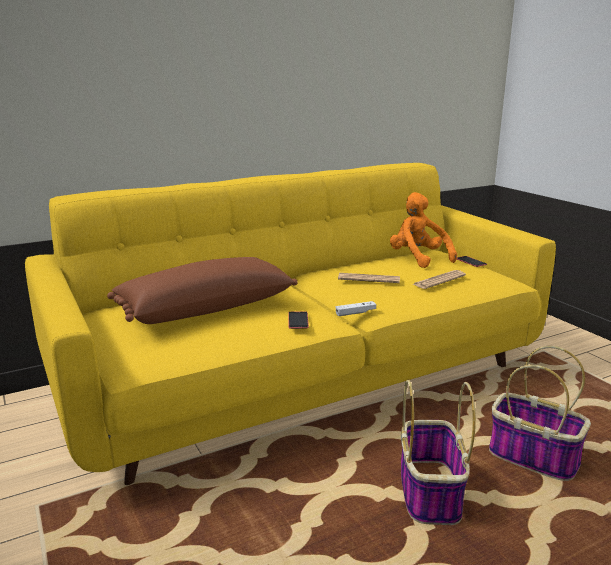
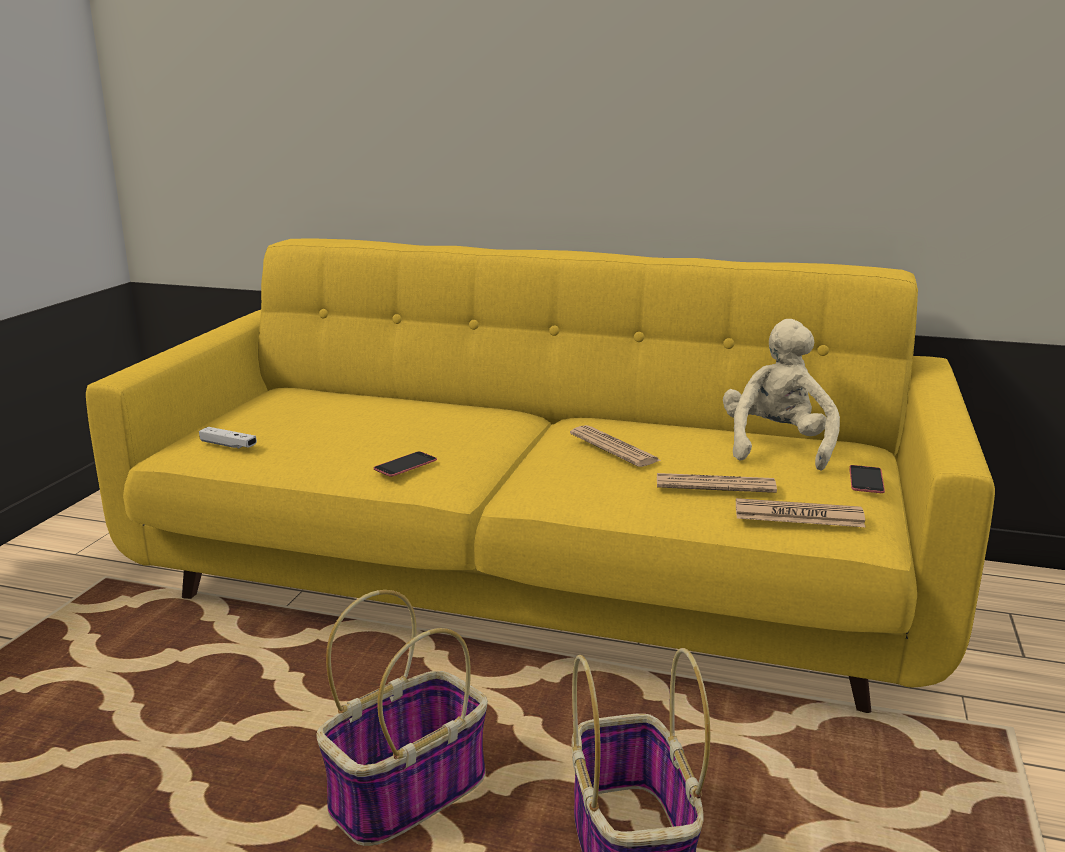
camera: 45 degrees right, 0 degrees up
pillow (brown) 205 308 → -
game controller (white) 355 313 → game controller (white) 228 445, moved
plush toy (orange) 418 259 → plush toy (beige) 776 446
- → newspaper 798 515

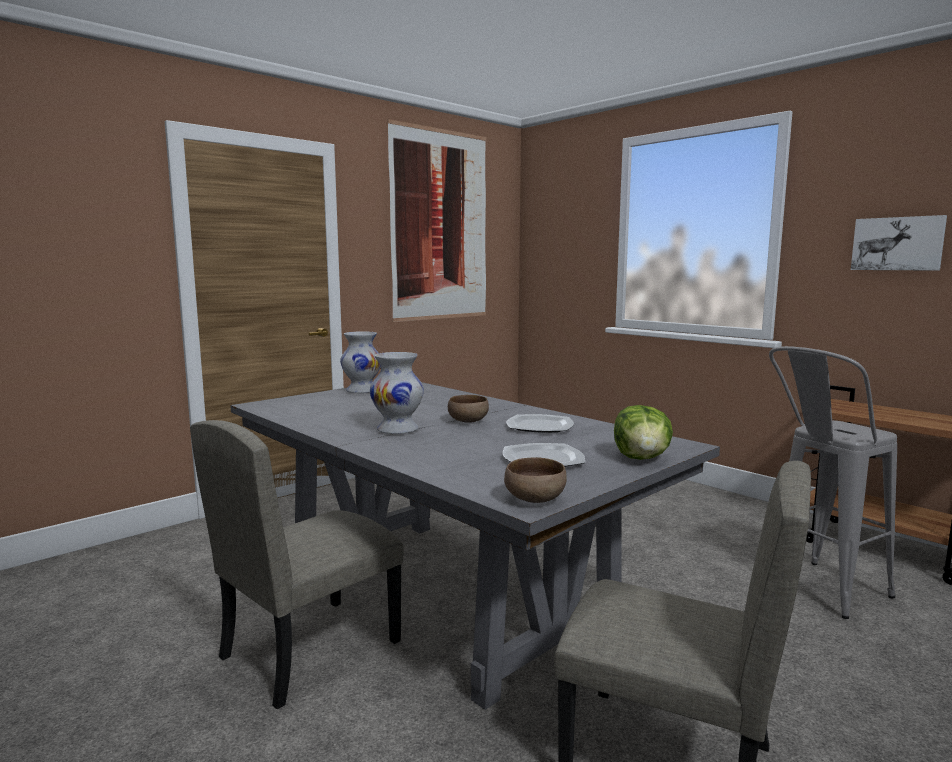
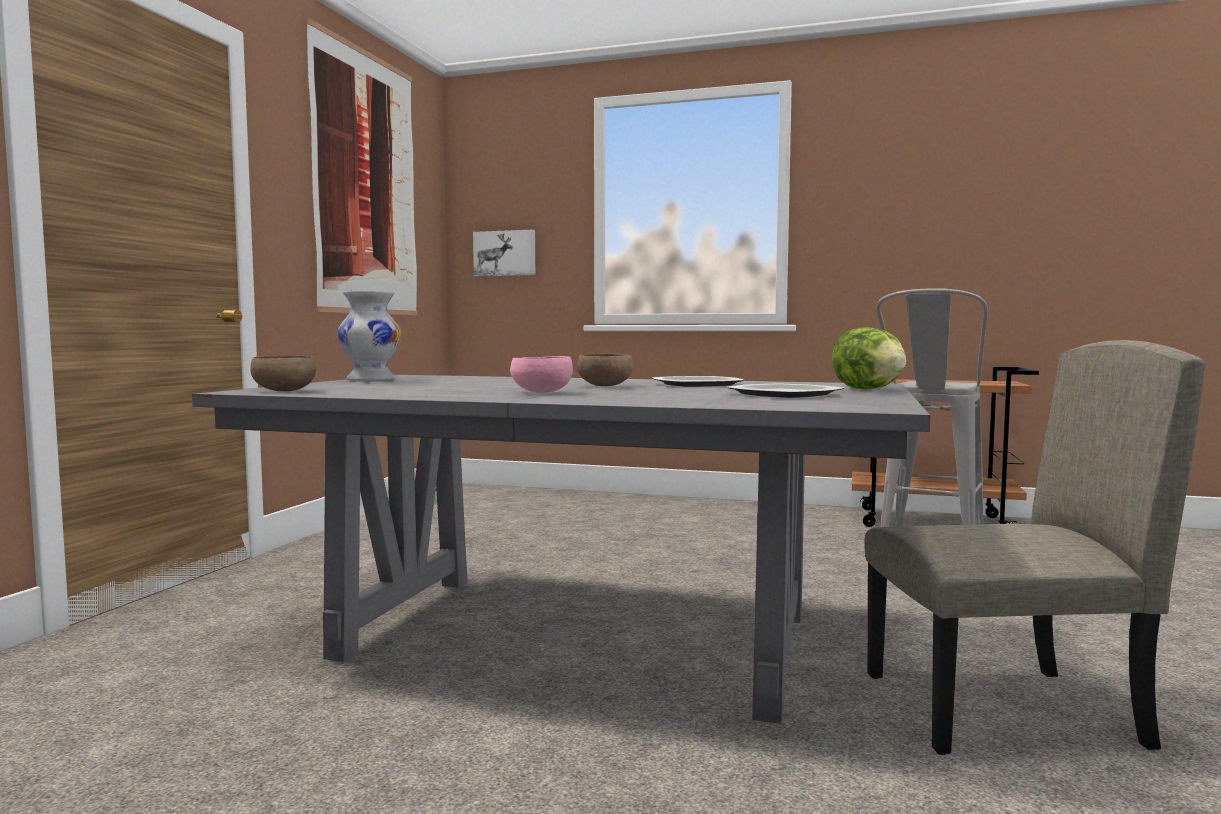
camera: 30 degrees left, 5 degrees down
chair (beige) 310 648 → -
vase (white) 396 430 → bowl (pink) 540 392
bowl (brown) 535 500 → bowl (brown) 285 391, moved
picture 897 244 → picture 505 253, moved

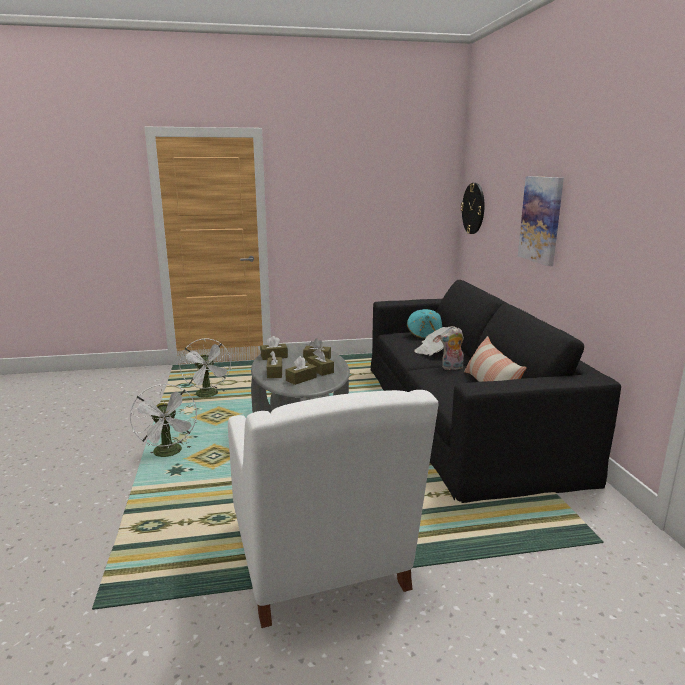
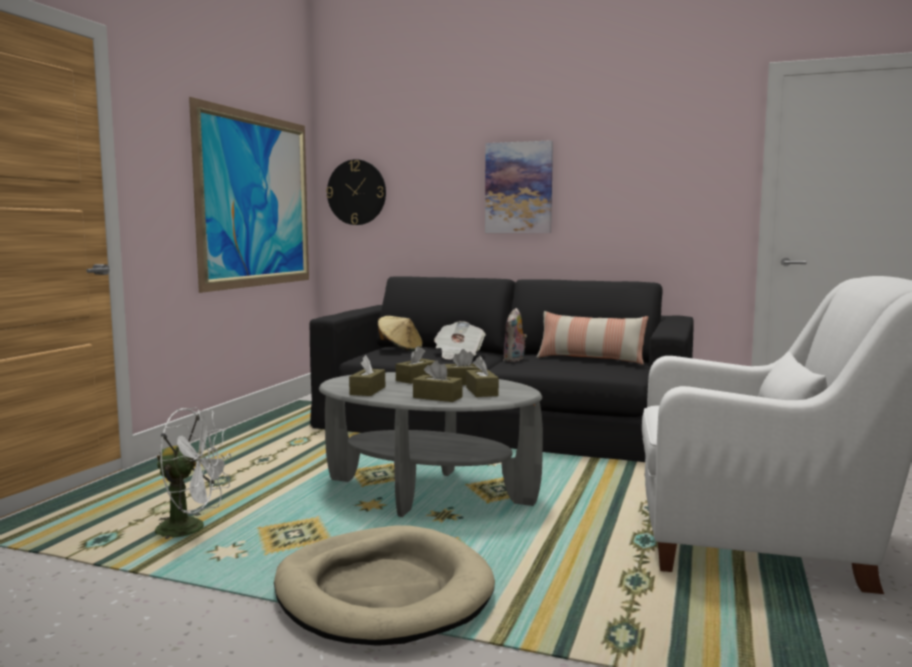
camera: 60 degrees left, 10 degrees down
fan (white) 169 454 → dog bed (beige) 383 592
hat (turquoise) 425 335 → hat (beige) 400 349
- → picture 256 200

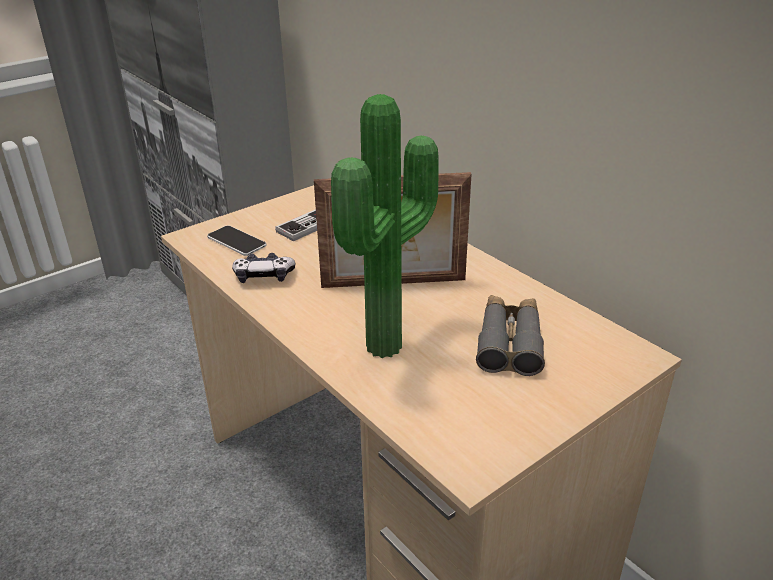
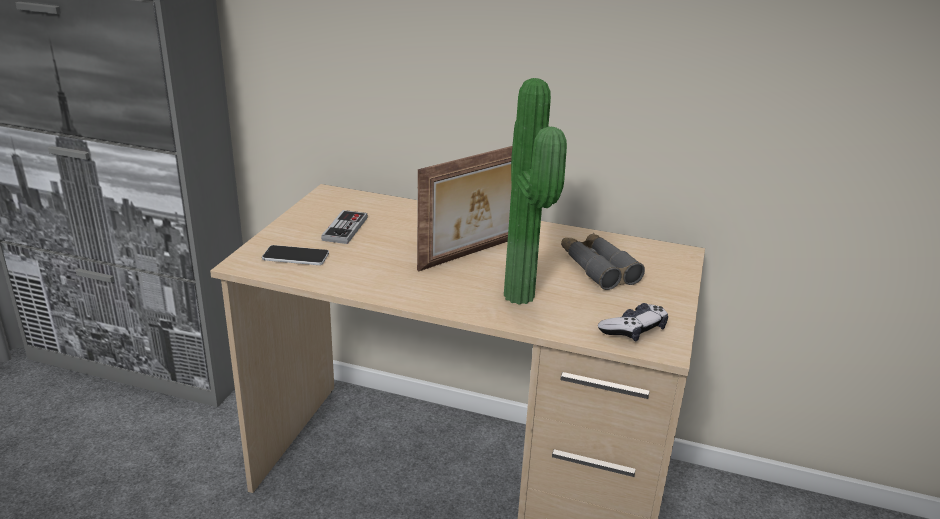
camera: 35 degrees left, 5 degrees down
game controller 264 276 → game controller 633 330, moved

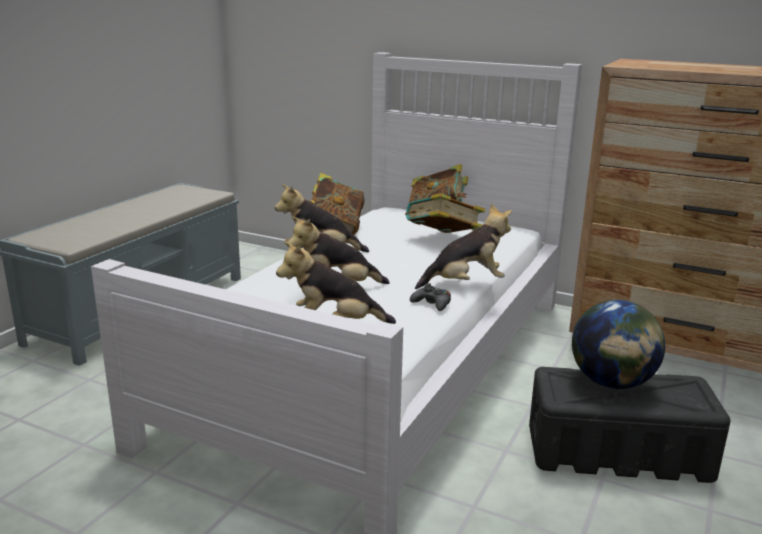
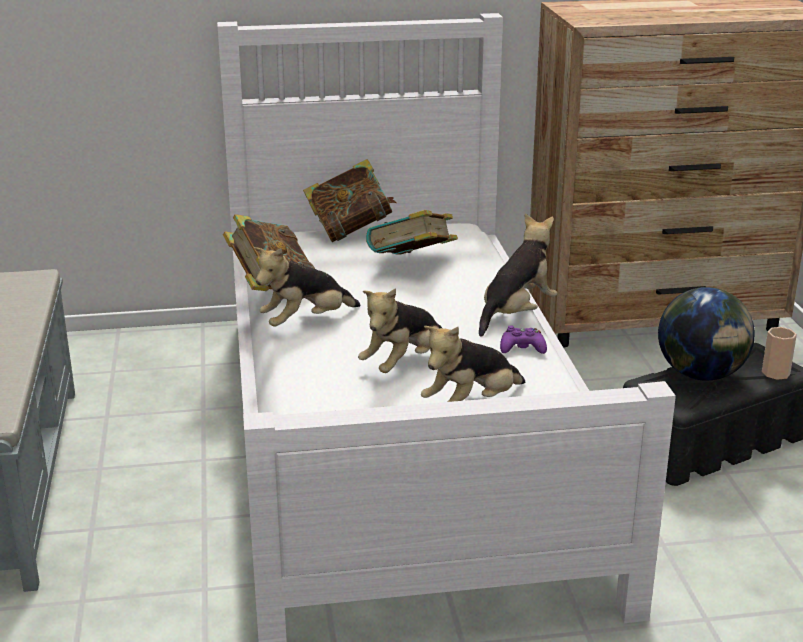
camera: 35 degrees left, 5 degrees up
game controller (black) 432 304 → game controller (purple) 522 348
- → cup 775 373

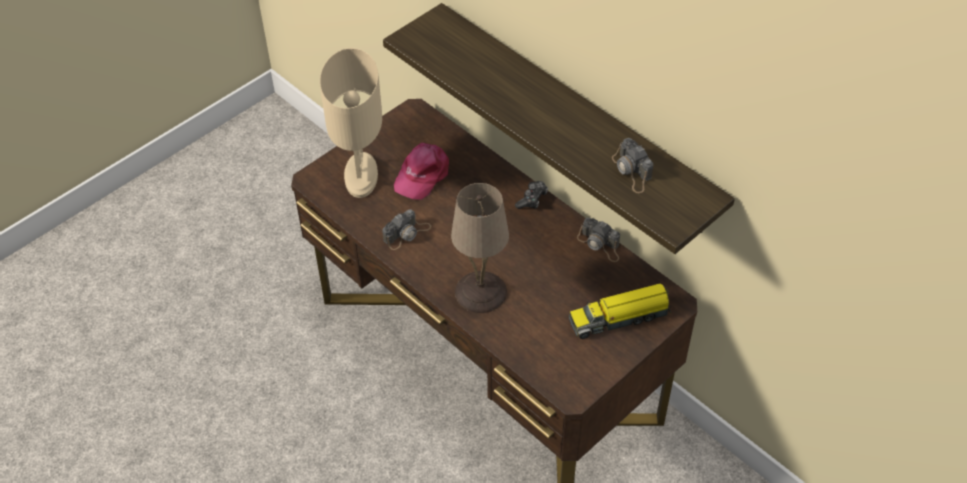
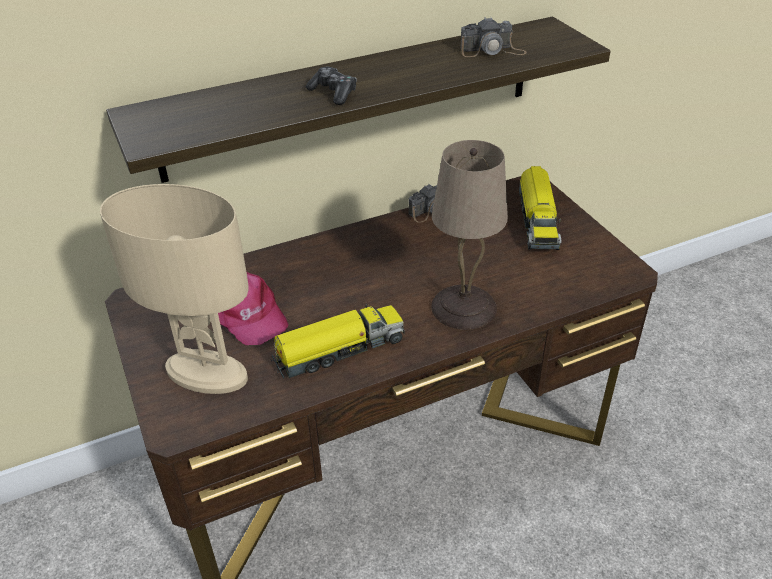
camera: 70 degrees left, 10 degrees down
photo camera 407 233 → toy truck 338 350
game controller 532 199 → game controller 333 93, moved

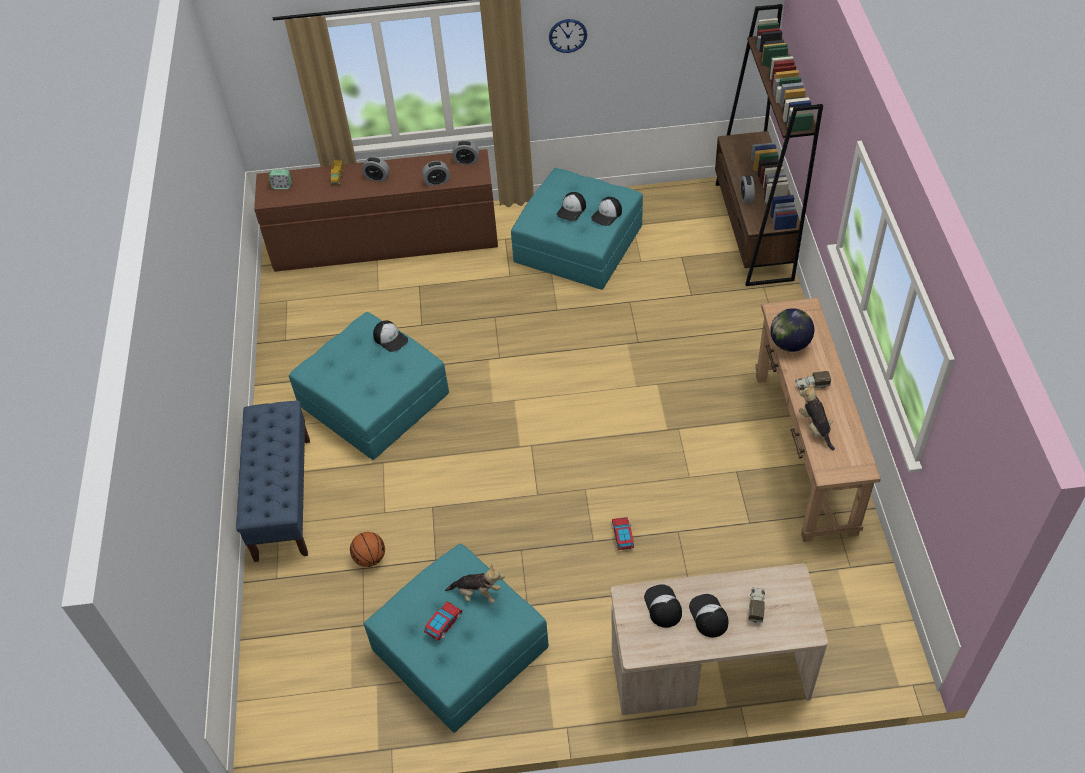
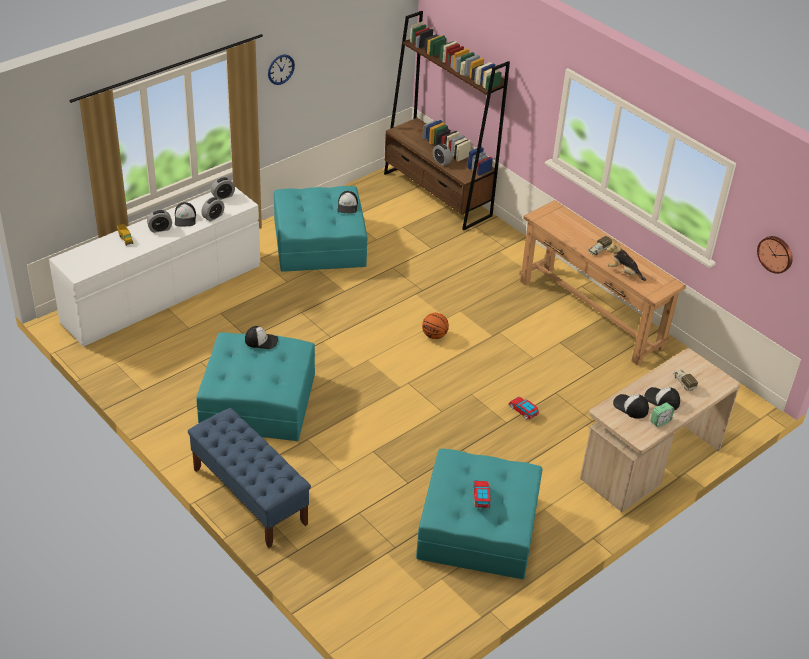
camera: 40 degrees left, 10 degrees down
dresser (brown) 385 242 → dresser (white) 163 293
alarm clock 282 186 → alarm clock 660 421, moved
basketball 370 558 → basketball 434 335, moved
plush toy 477 593 → -
cap 572 210 → cap 185 218, moved
globe 789 344 → -
- → wall clock 776 254

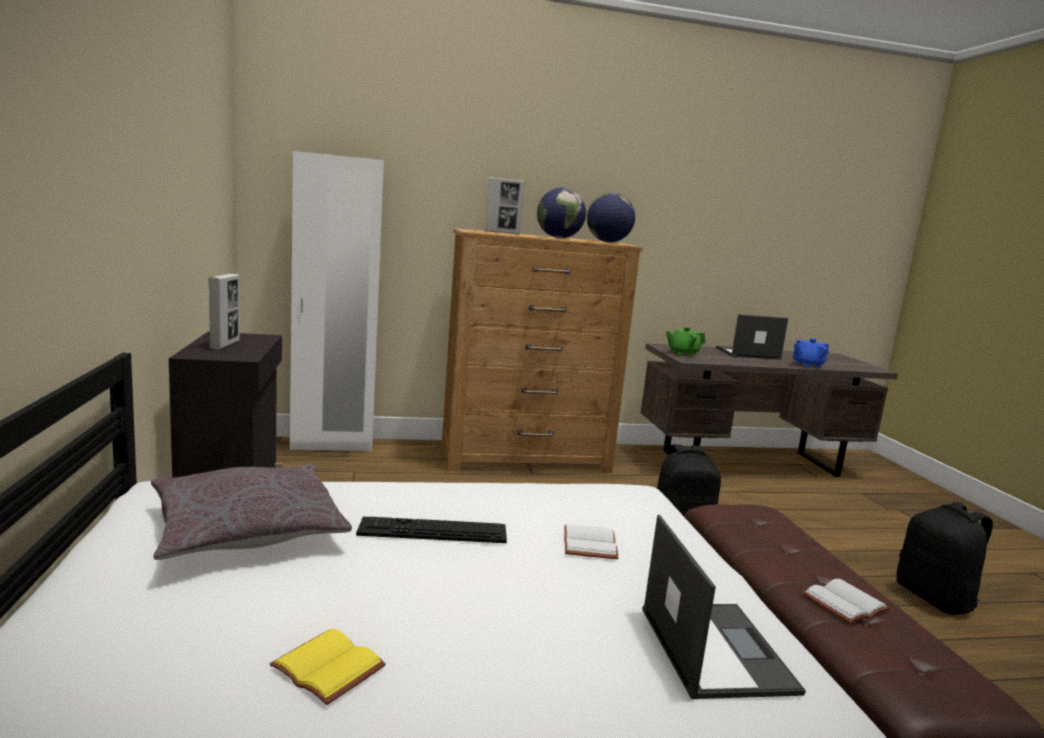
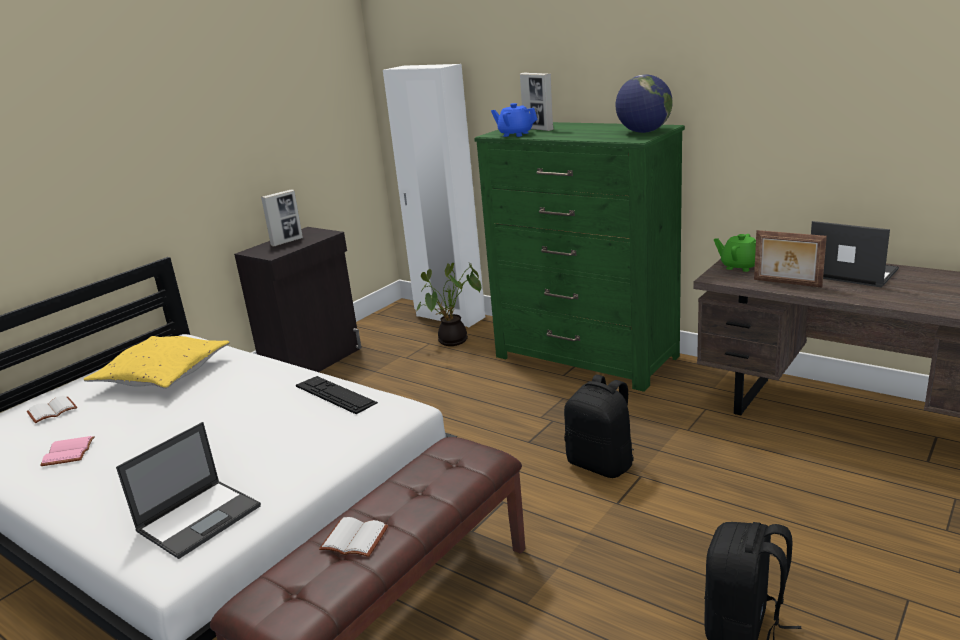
camera: 50 degrees right, 10 degrees up
pillow (grey) 247 528 → pillow (yellow) 162 374
book (yellow) 331 667 → book (pink) 70 452
keyboard 433 530 → keyboard 335 394, moved
dresser (brown) 525 457 → dresser (green) 586 357
globe 558 238 → -
book (white) 591 544 → book (white) 52 411, moved
teapot (blue) 807 365 → teapot (blue) 515 134, moved
- → potted plant 453 342
- → picture frame 787 283

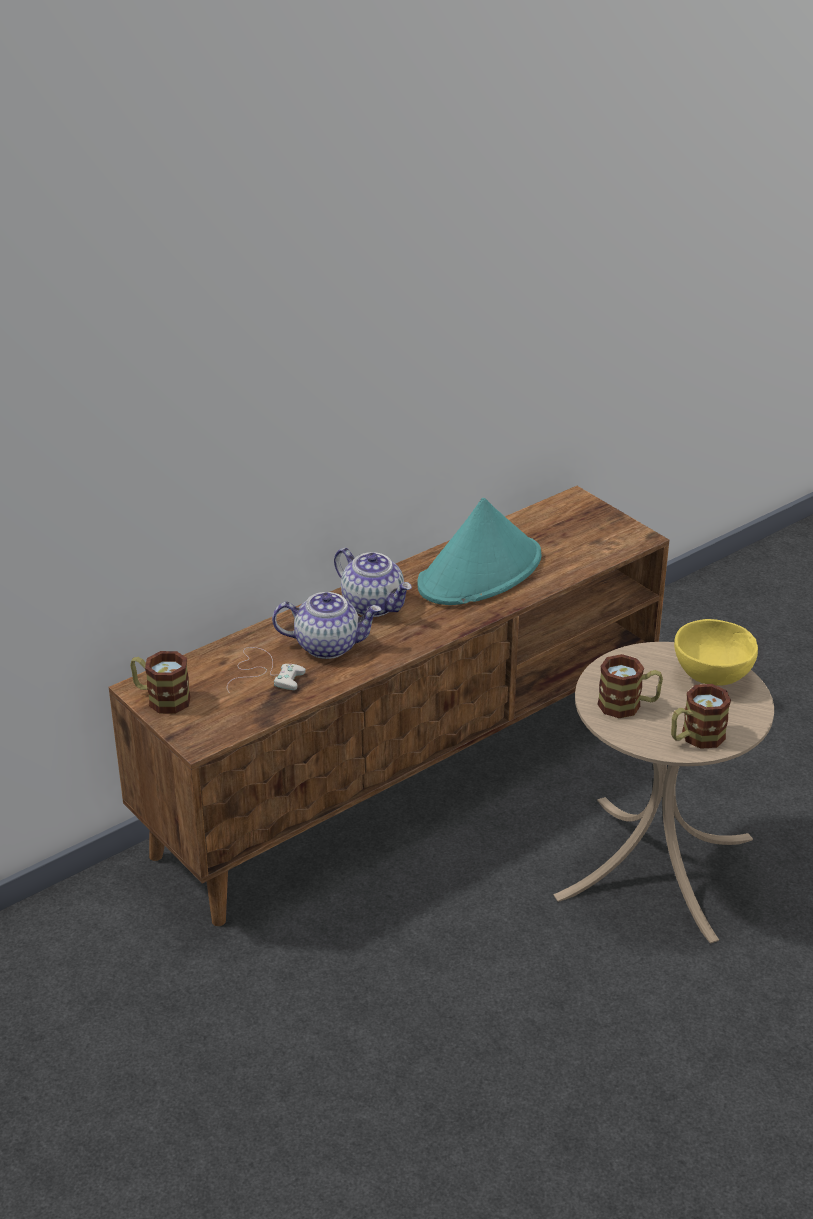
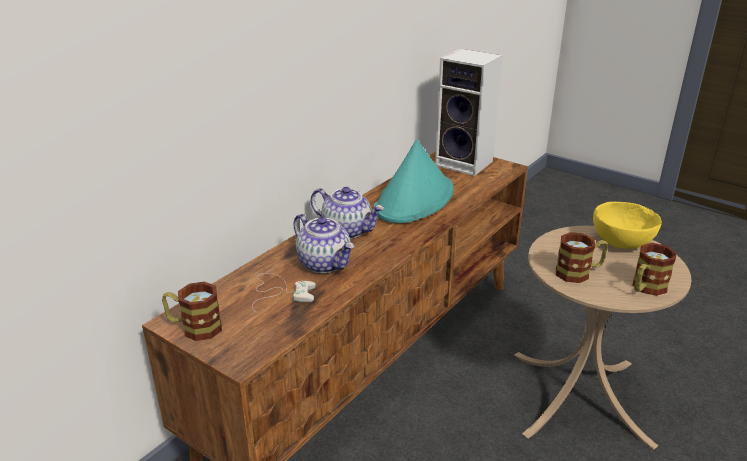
camera: 15 degrees left, 5 degrees down
teapot 328 645 → teapot 325 263, 60 degrees clockwise
- → speaker 466 163

